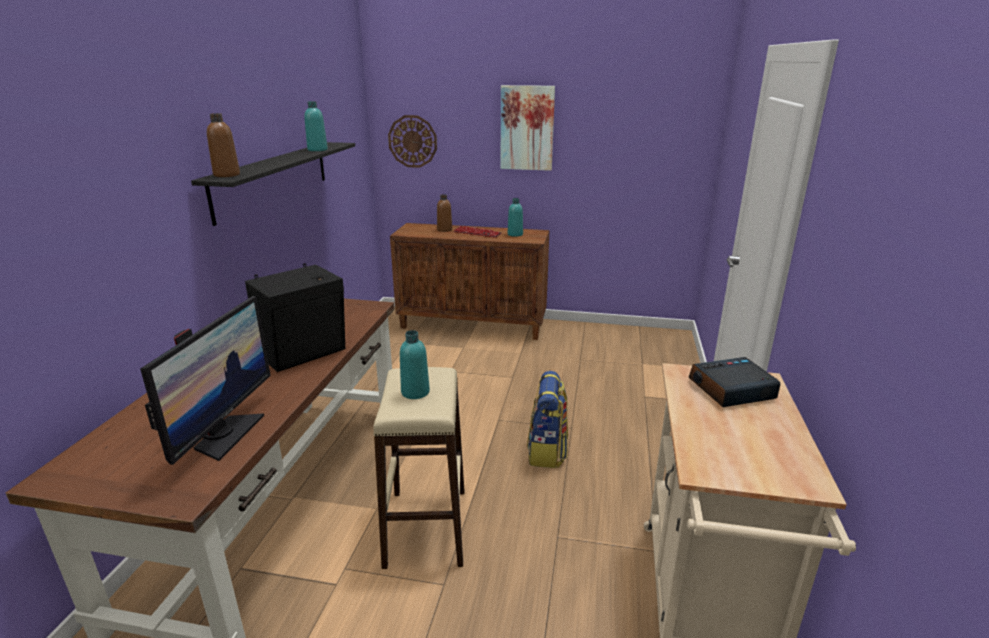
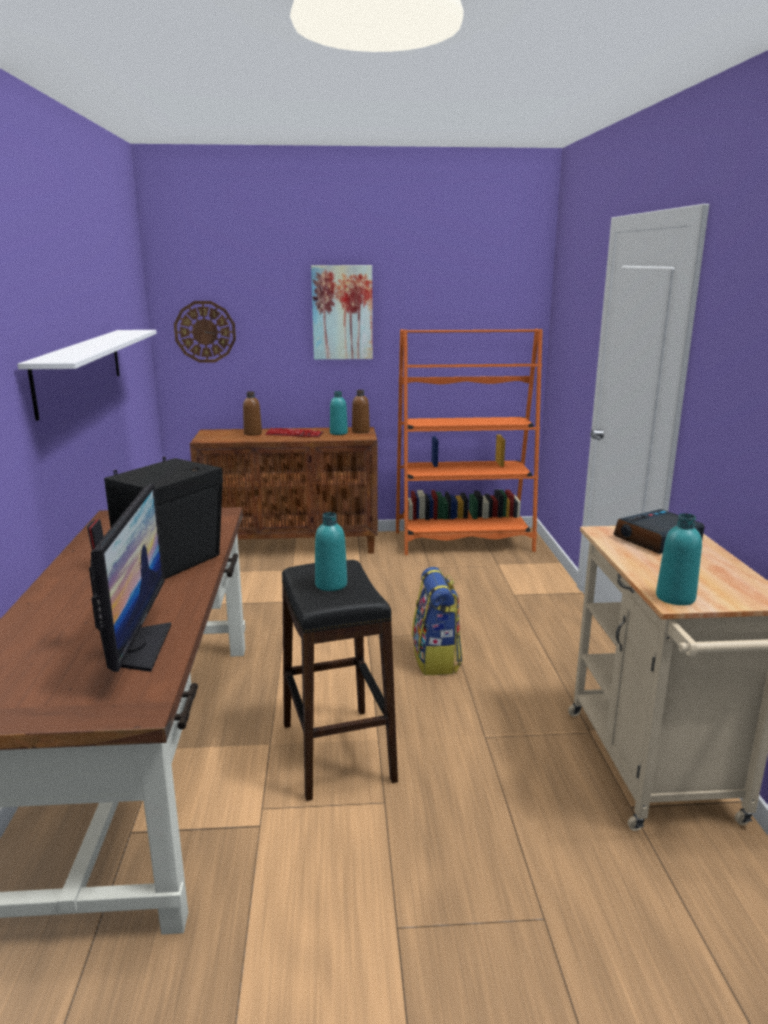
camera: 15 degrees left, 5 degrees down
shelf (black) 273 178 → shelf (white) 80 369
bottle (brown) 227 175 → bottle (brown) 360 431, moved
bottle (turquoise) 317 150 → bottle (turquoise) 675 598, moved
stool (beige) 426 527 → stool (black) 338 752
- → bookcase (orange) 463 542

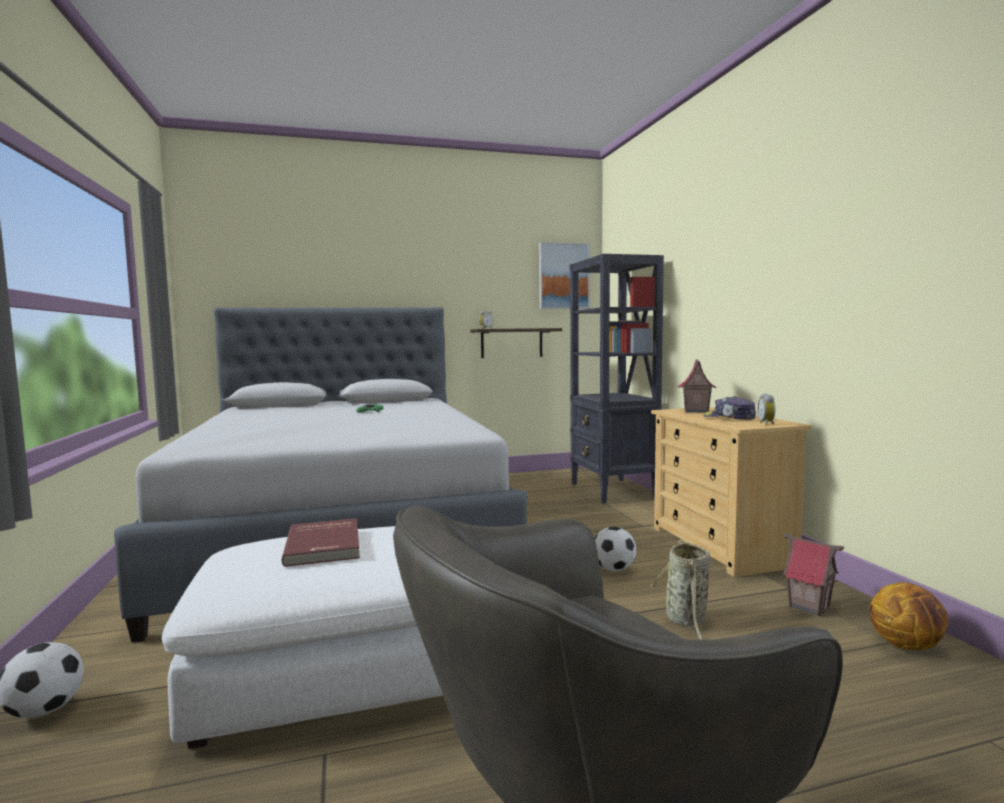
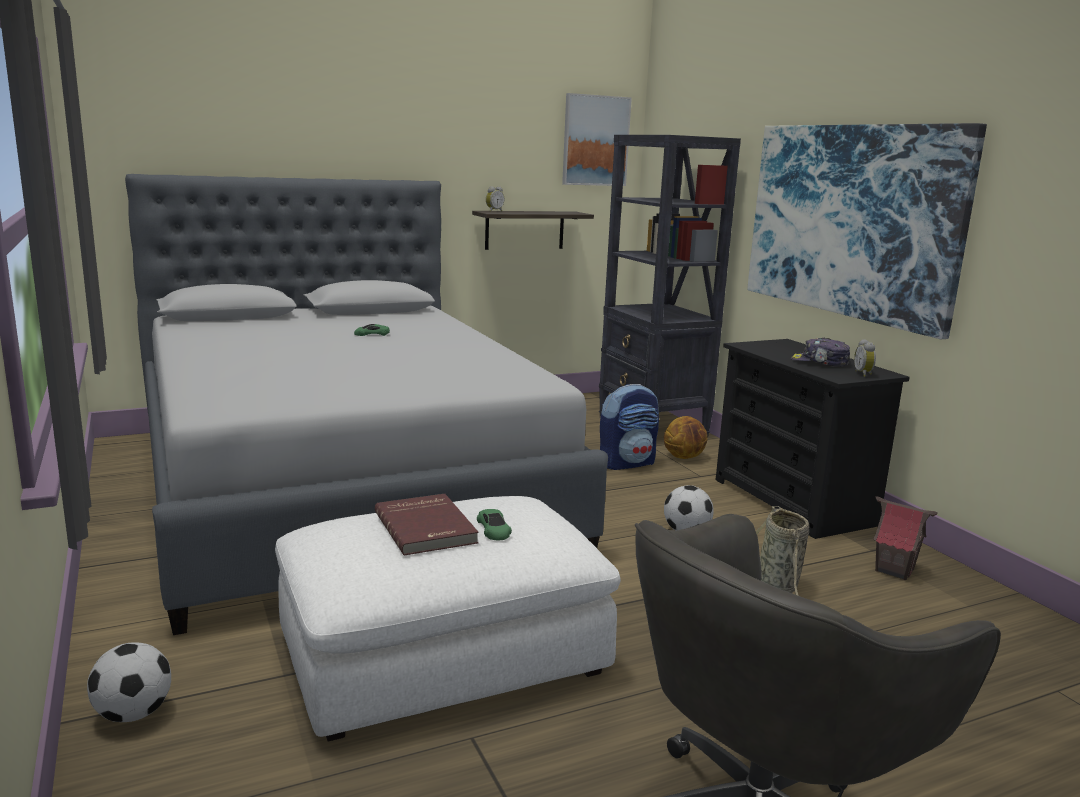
camera: 10 degrees left, 10 degrees up
dresser (beige) 720 546 → dresser (black) 793 502
toy house 696 411 → -
basketball 907 645 → basketball 684 457, moved
- → toy car (green) 494 529
- → backpack 627 463
- → picture 851 221

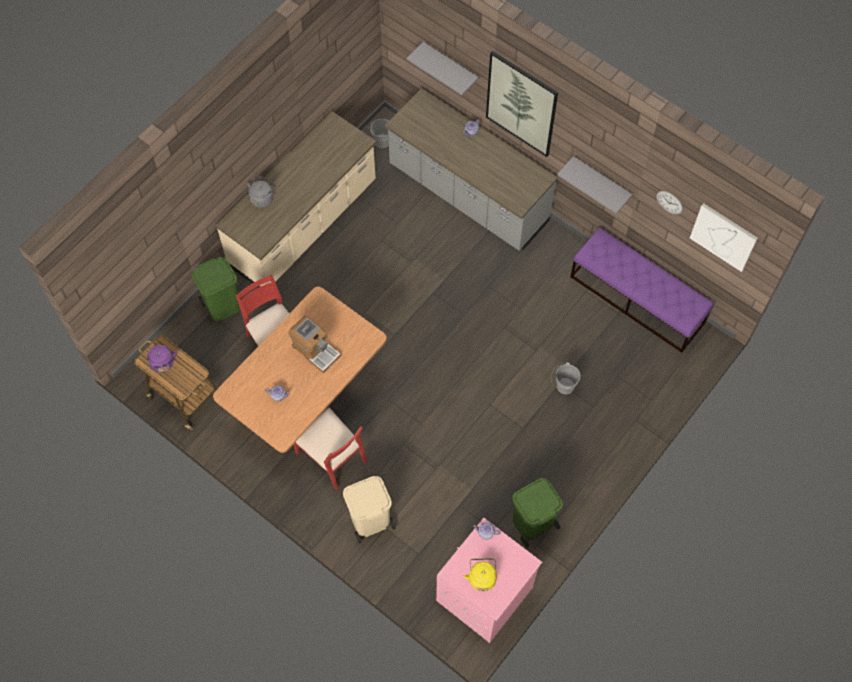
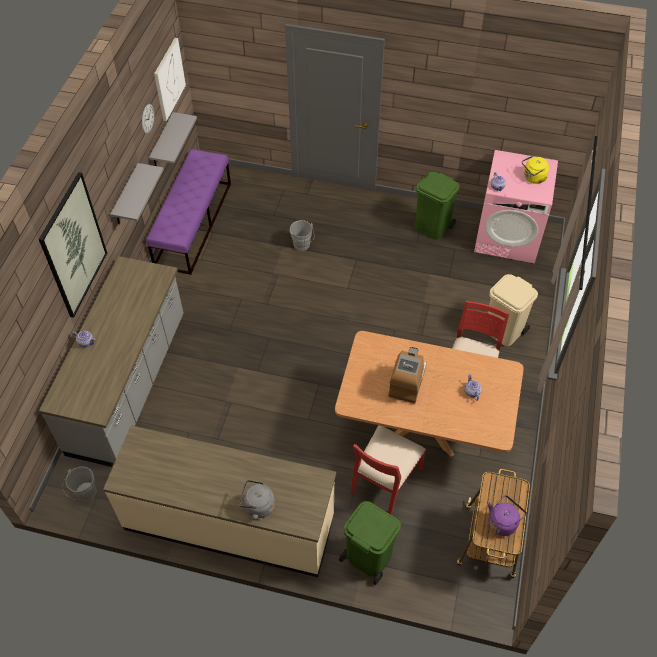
camera: 115 degrees left, 10 degrees down
shelf (grey) 450 66 → shelf (grey) 162 142, moved

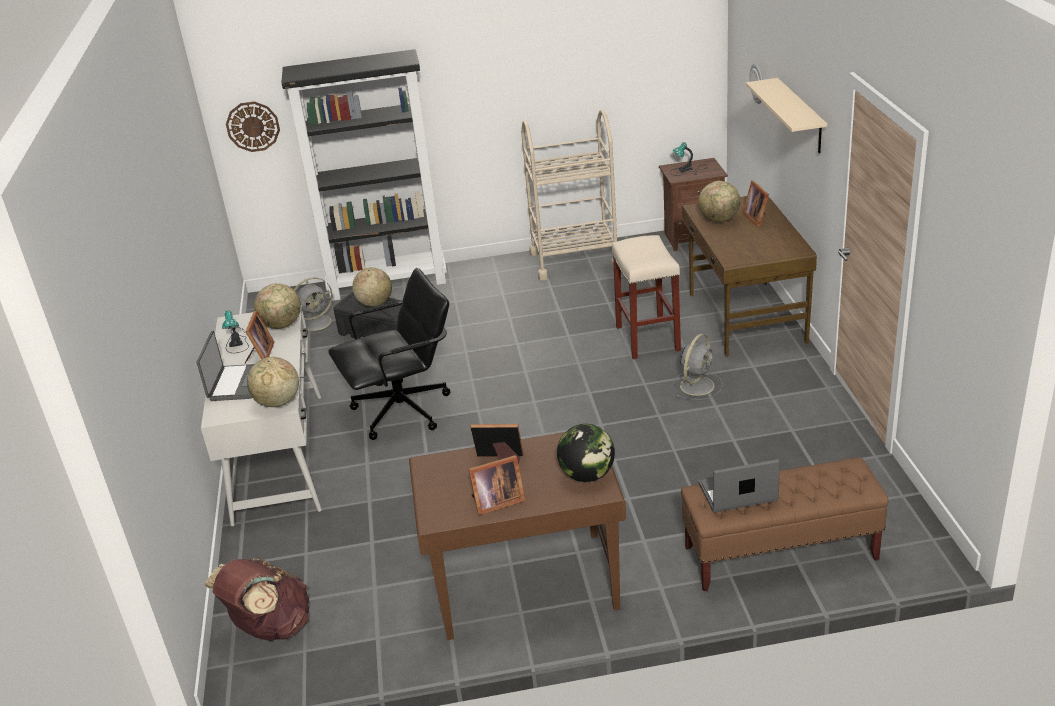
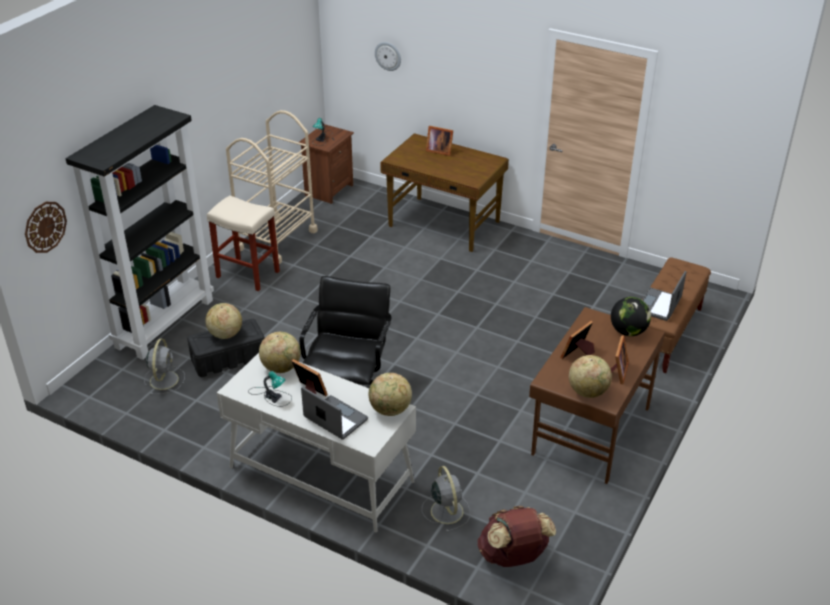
camera: 55 degrees left, 5 degrees up
stool (beige) 647 338 → stool (beige) 247 274, moved
fan (grey) 698 385 → fan (grey) 446 510, moved
globe 719 220 → globe 588 391, moved
shelf (beige) 800 116 → -

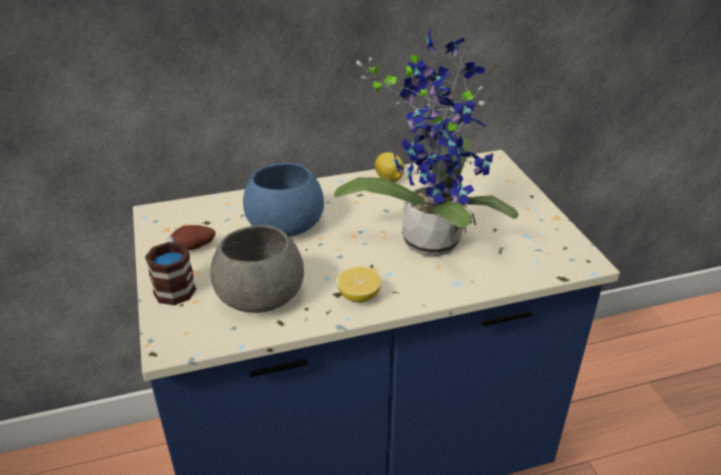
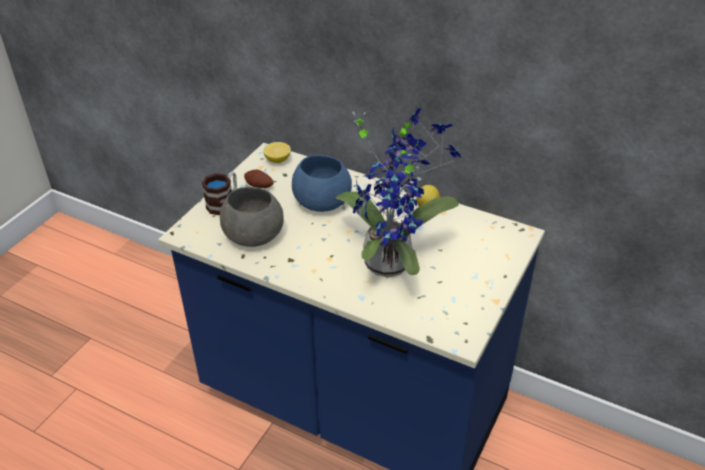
camera: 45 degrees right, 5 degrees up
lemon 359 296 → lemon 278 160, moved

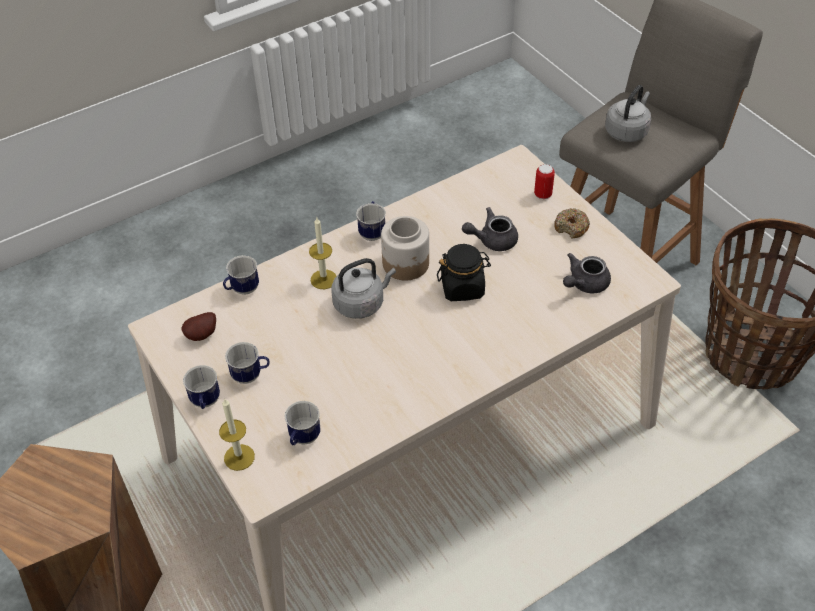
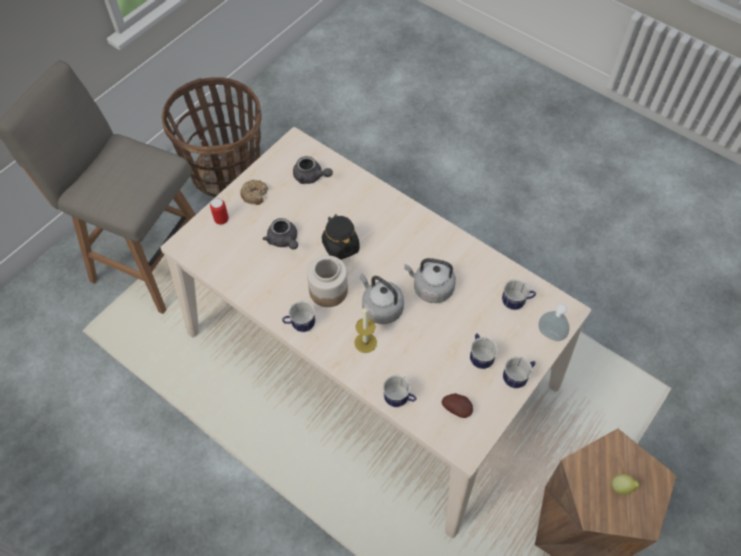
camera: 110 degrees left, 10 degrees up
candle 239 457 → soap dispenser 549 336
kettle (grey) 627 131 → kettle (grey) 430 288, moved
- → lemon 621 487

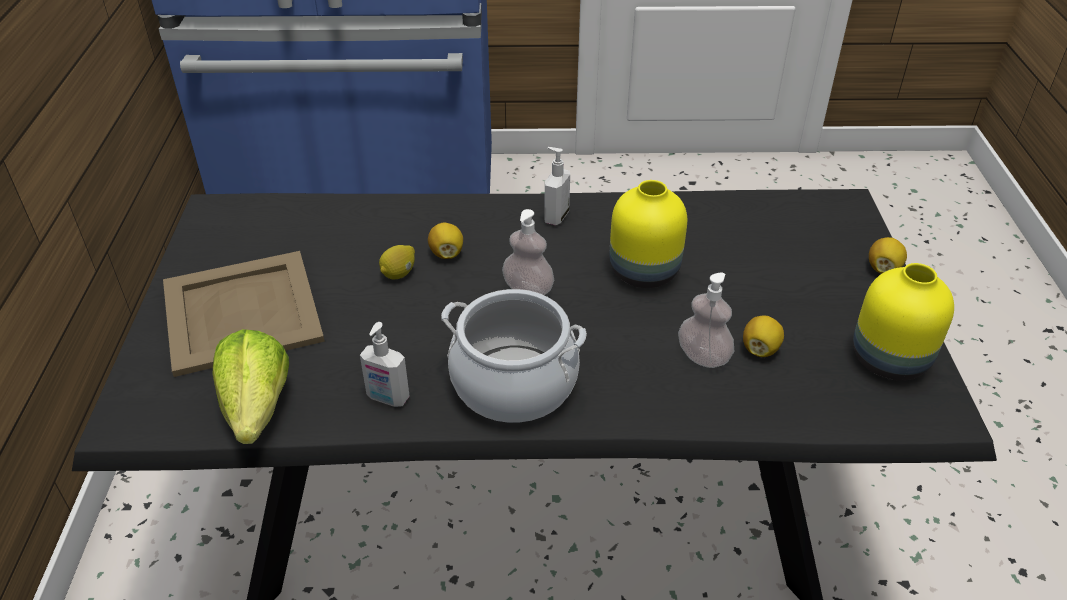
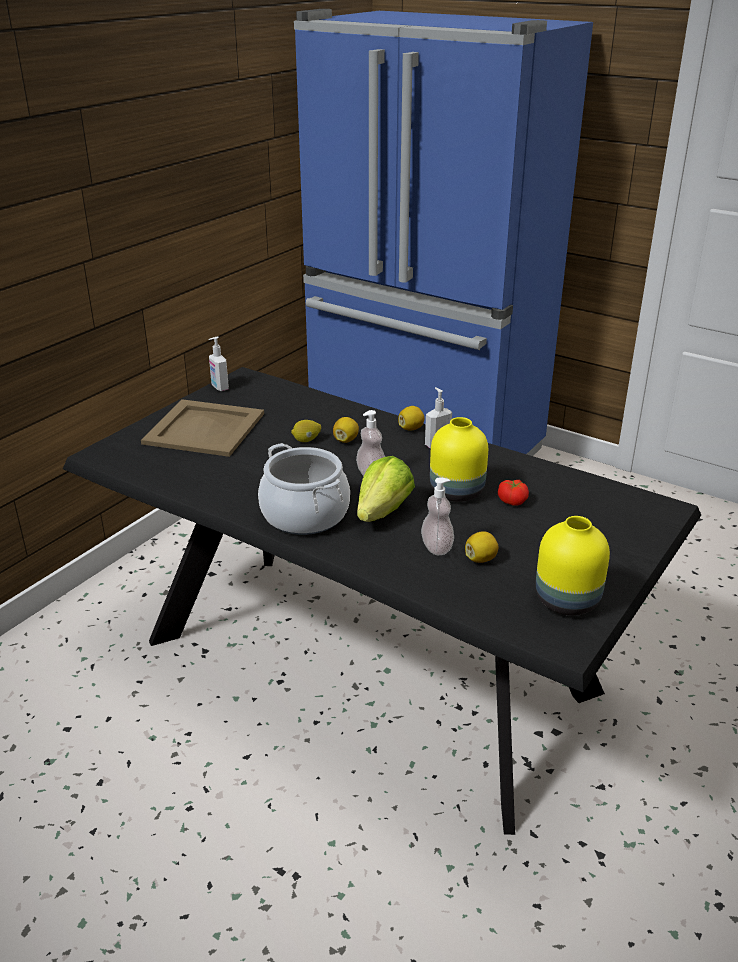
camera: 35 degrees right, 10 degrees down
lettuce 257 408 → lettuce 383 512, moved
soap dispenser 387 398 → soap dispenser 219 387, moved
lemon 883 269 → lemon 411 428, moved
- → tomato 513 501

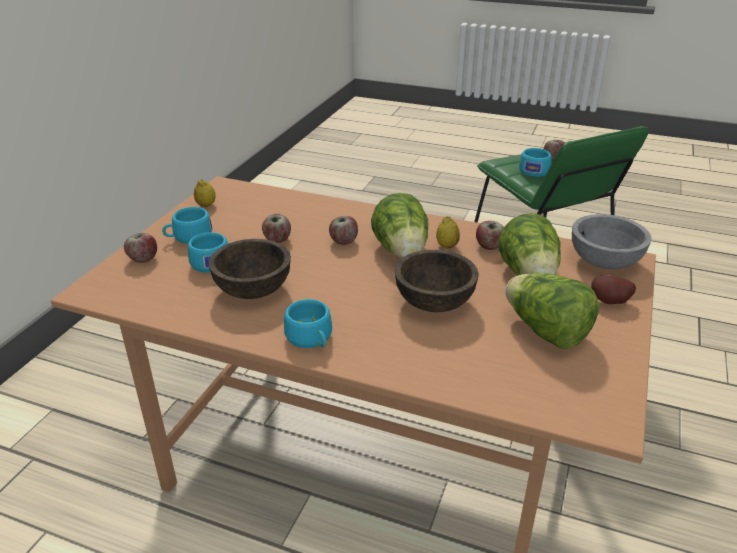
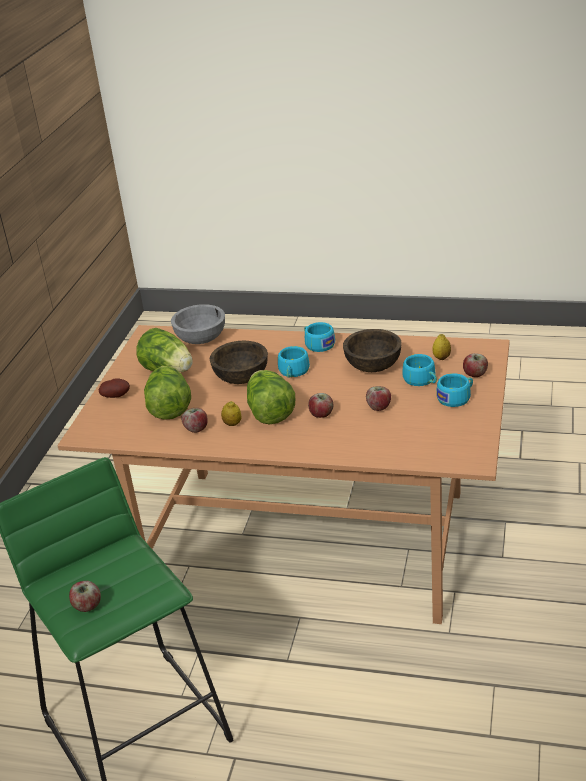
camera: 175 degrees right, 0 degrees up
lemon 206 205 → lemon 441 357, moved
cup (turquoise) 534 170 → cup (turquoise) 293 372, moved
bowl (grey) 604 261 → bowl (grey) 201 339, moved

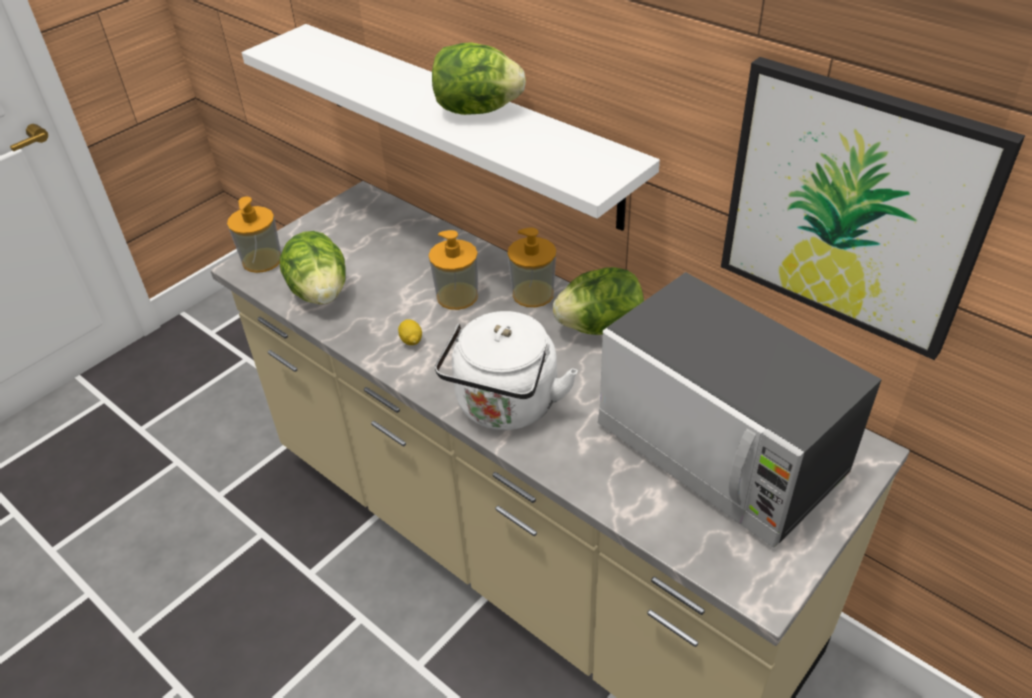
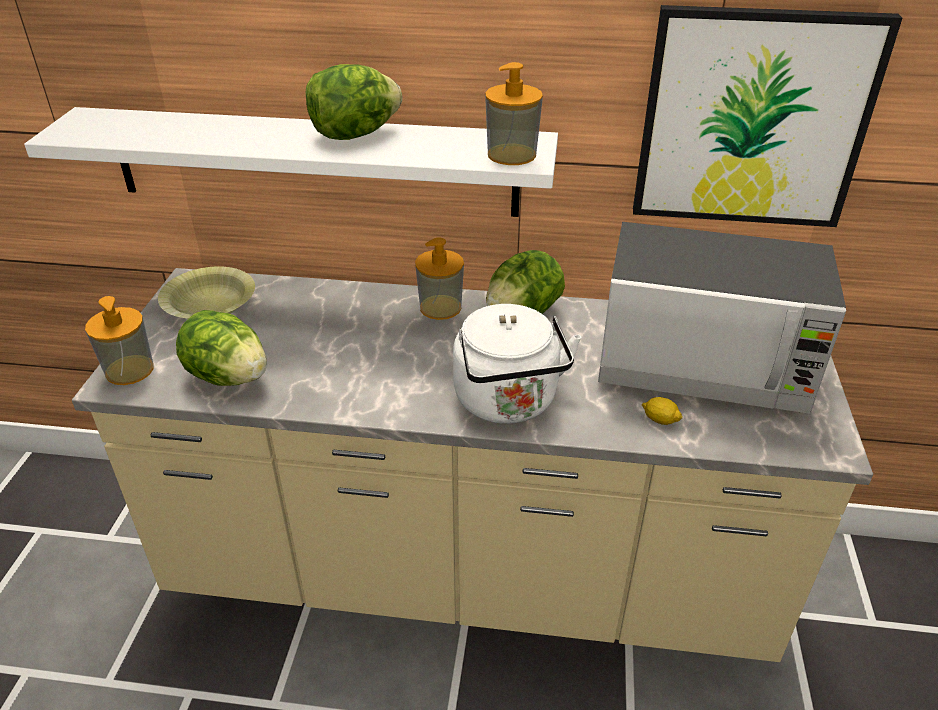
camera: 35 degrees left, 5 degrees down
lemon 411 340 → lemon 660 420, moved
soap dispenser 457 296 → soap dispenser 511 154, moved
- → bowl (yellow) 210 306

